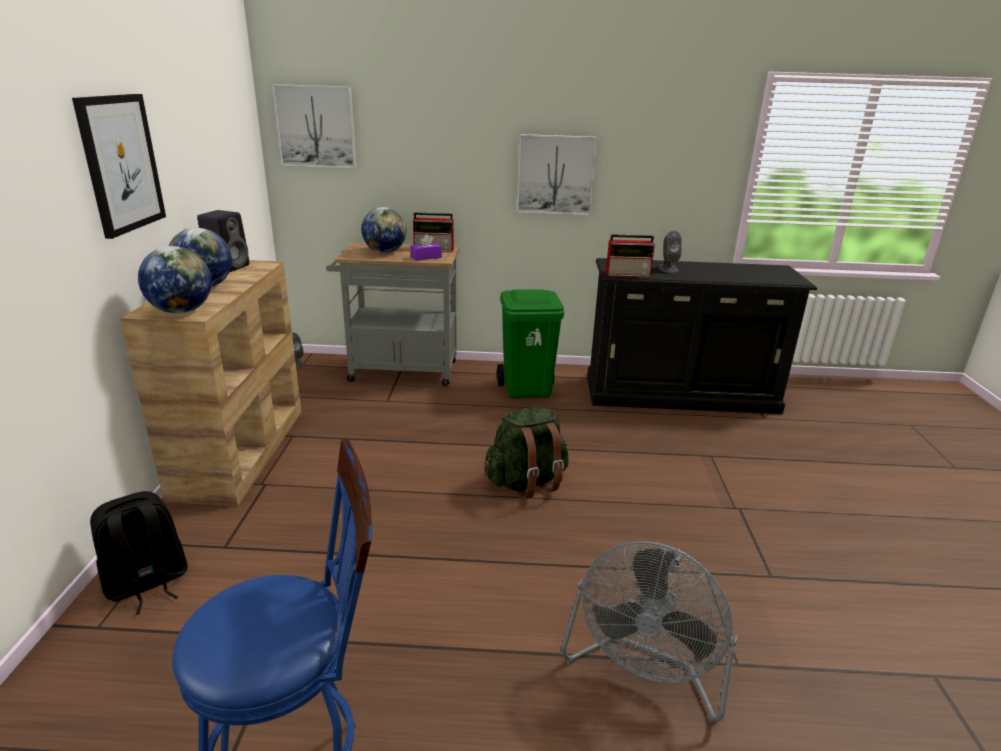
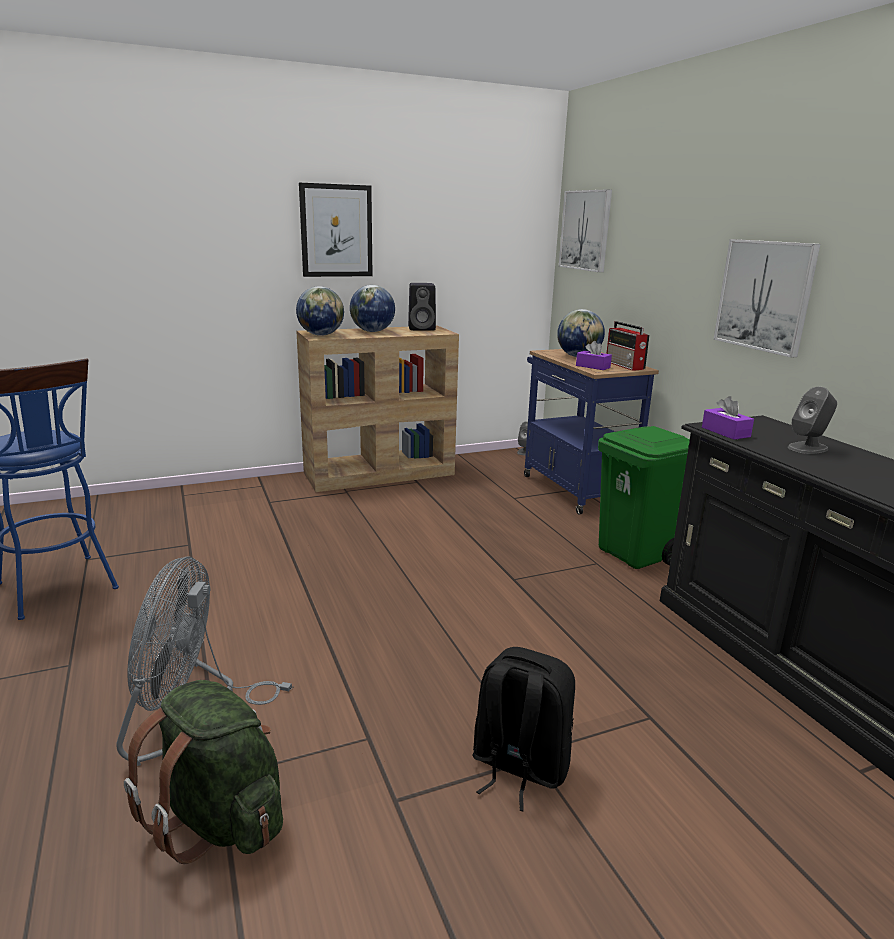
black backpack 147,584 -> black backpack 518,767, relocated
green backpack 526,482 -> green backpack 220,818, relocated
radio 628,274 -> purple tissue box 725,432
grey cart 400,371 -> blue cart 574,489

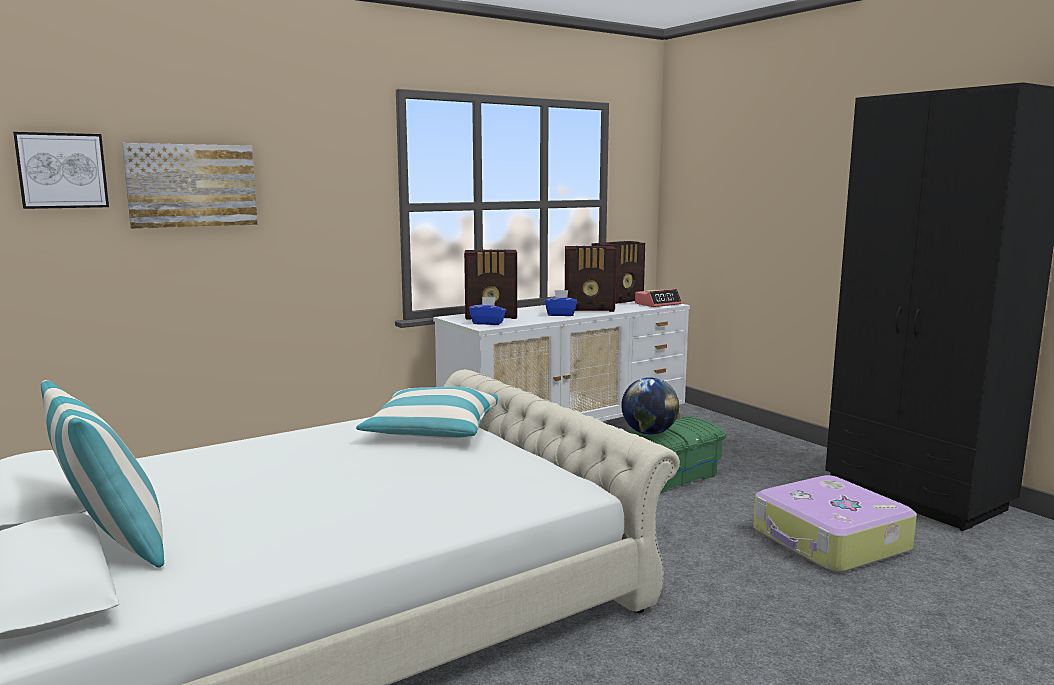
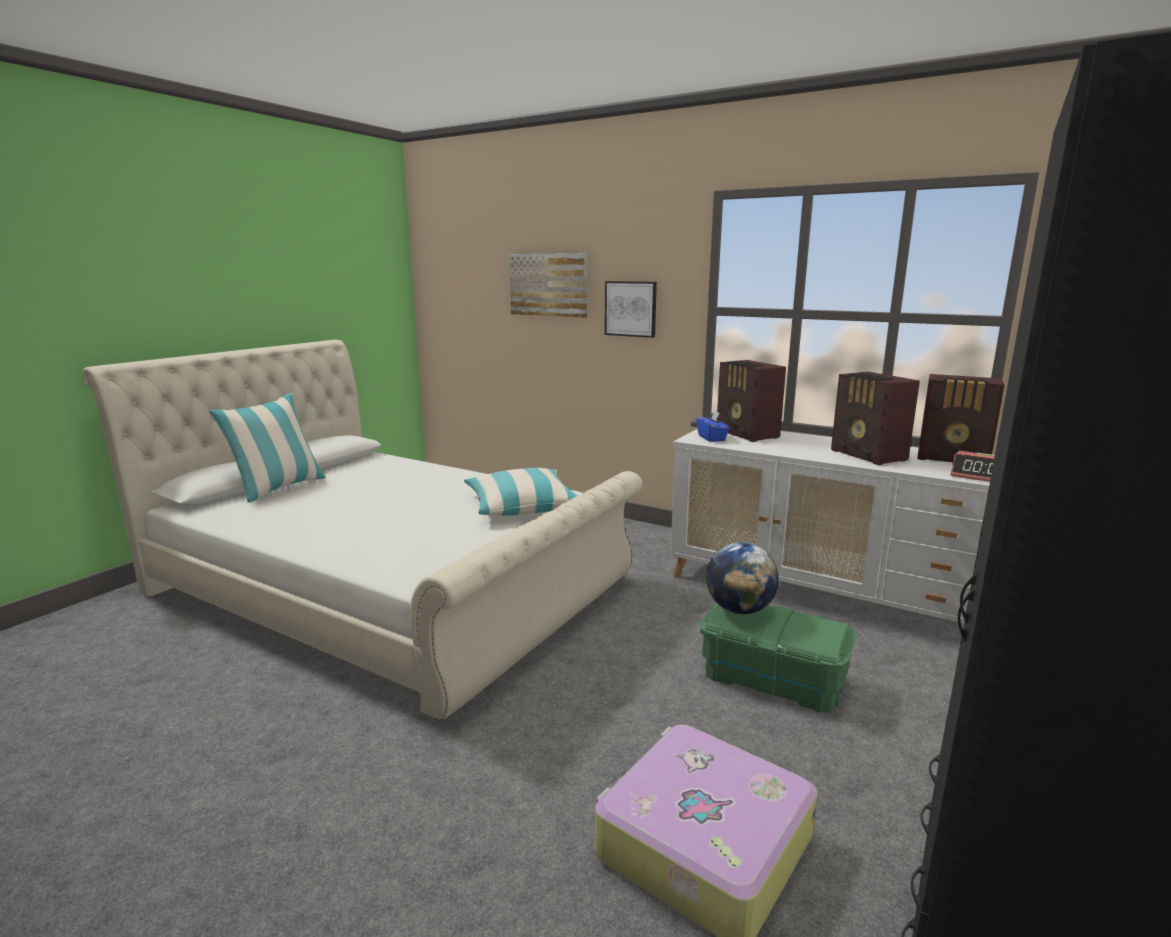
blue tissue box 561,314 -> none
picture 62,170 -> picture 631,309, relocated

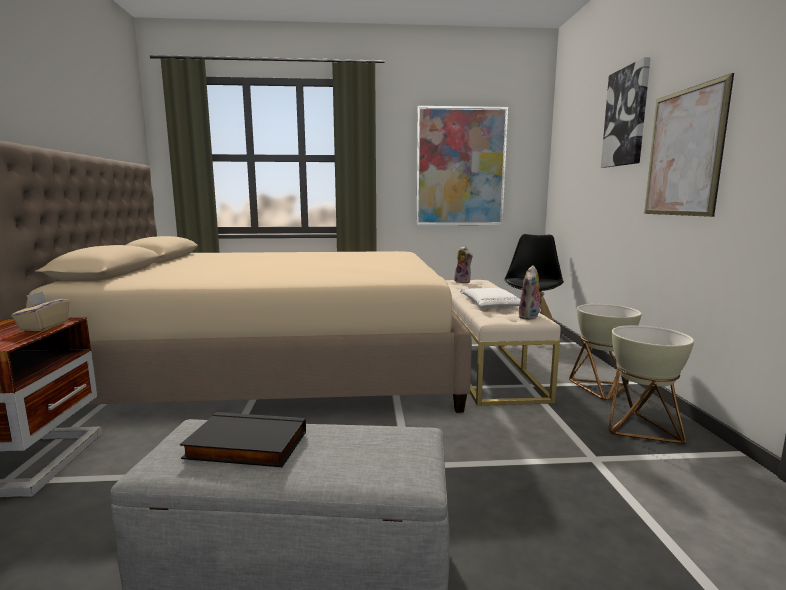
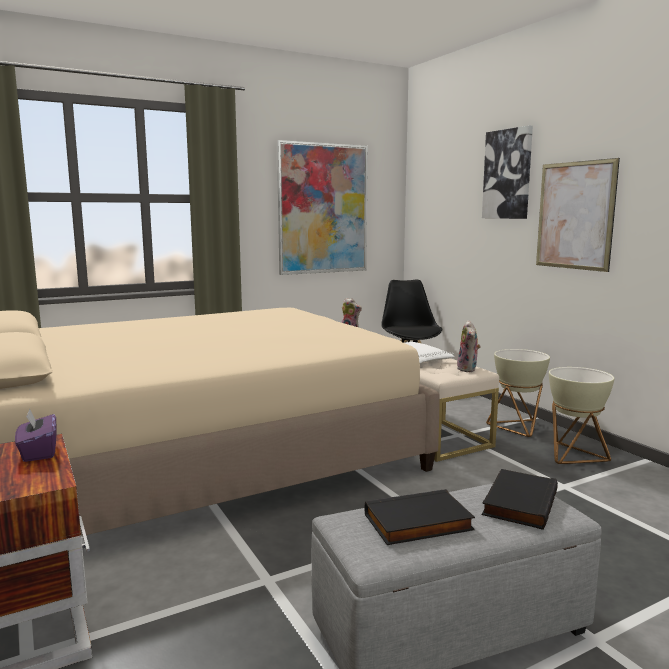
none -> black book 518,502
beige tissue box 44,326 -> purple tissue box 38,452

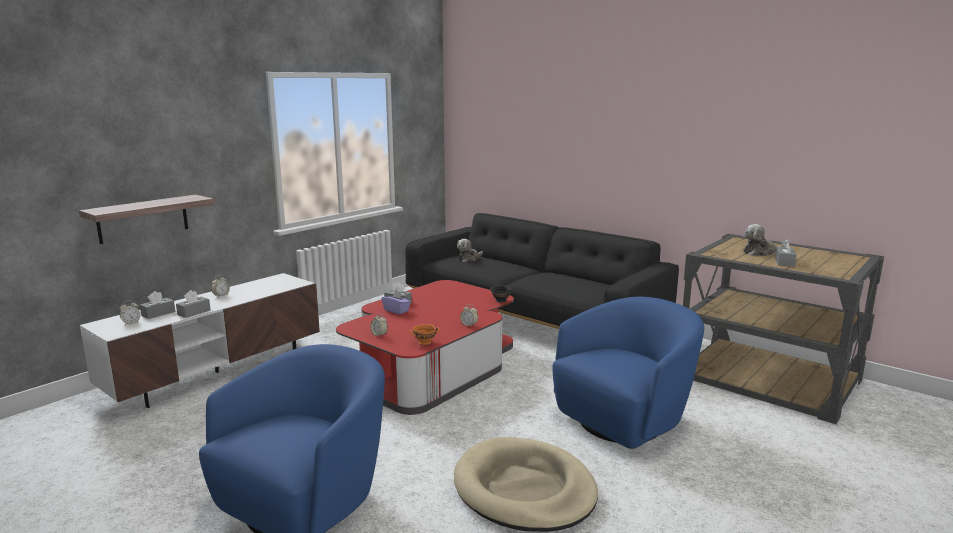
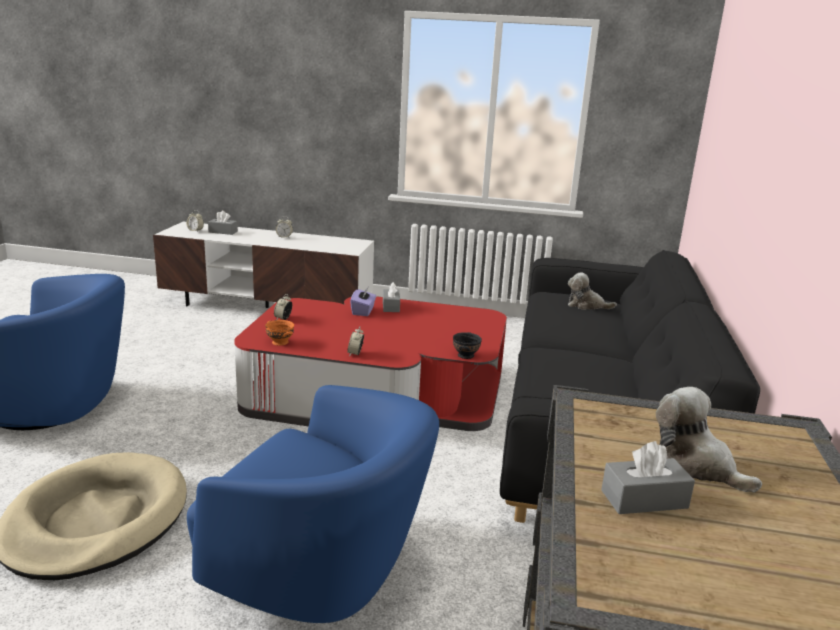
shelf 143,219 -> none
grey tissue box 194,312 -> none

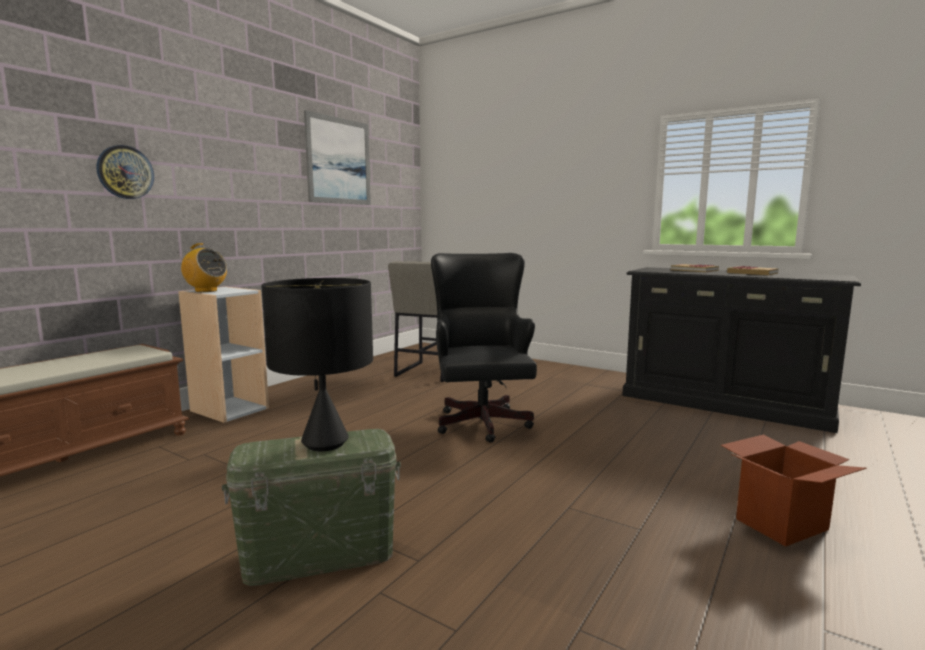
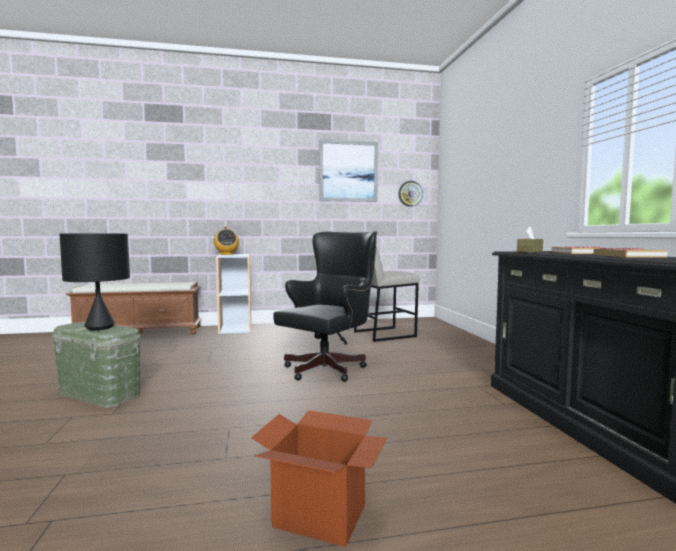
none -> brown tissue box 529,252
wall clock 125,172 -> wall clock 410,193, relocated

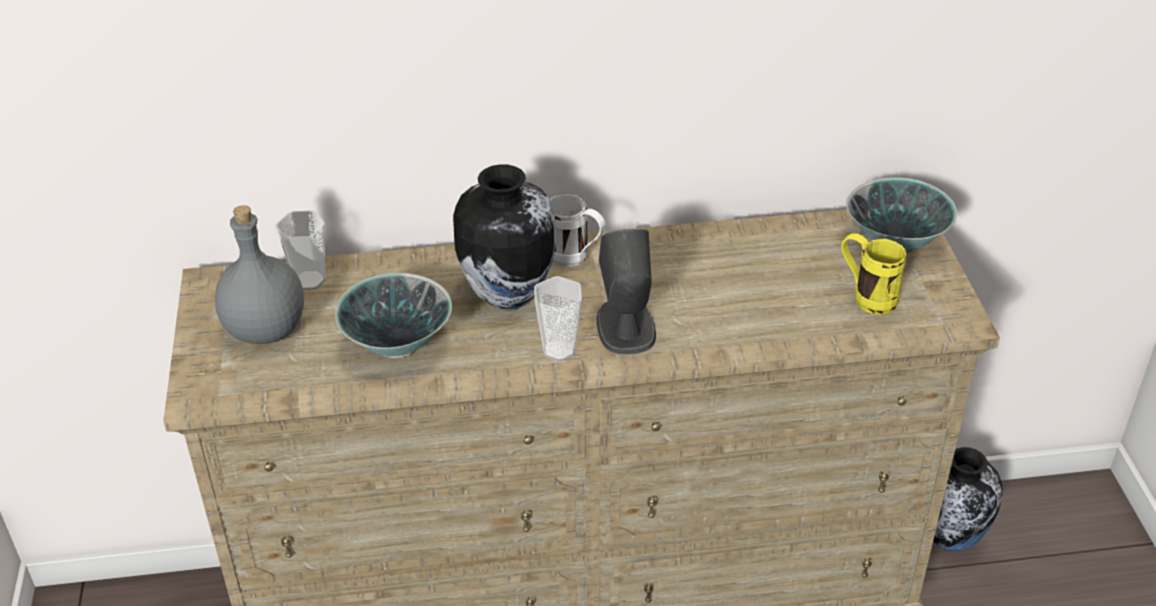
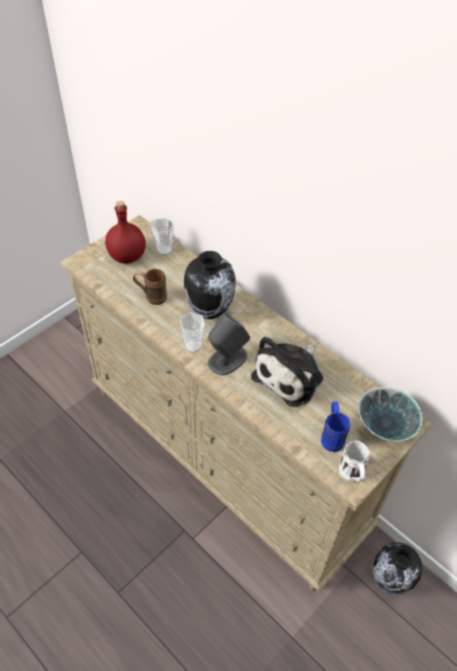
none -> plush toy 290,376
white mug 576,259 -> white mug 351,476, relocated
bowl 397,346 -> brown mug 151,297
grey bottle 267,330 -> red bottle 127,257
yellow mug 866,297 -> blue mug 332,436

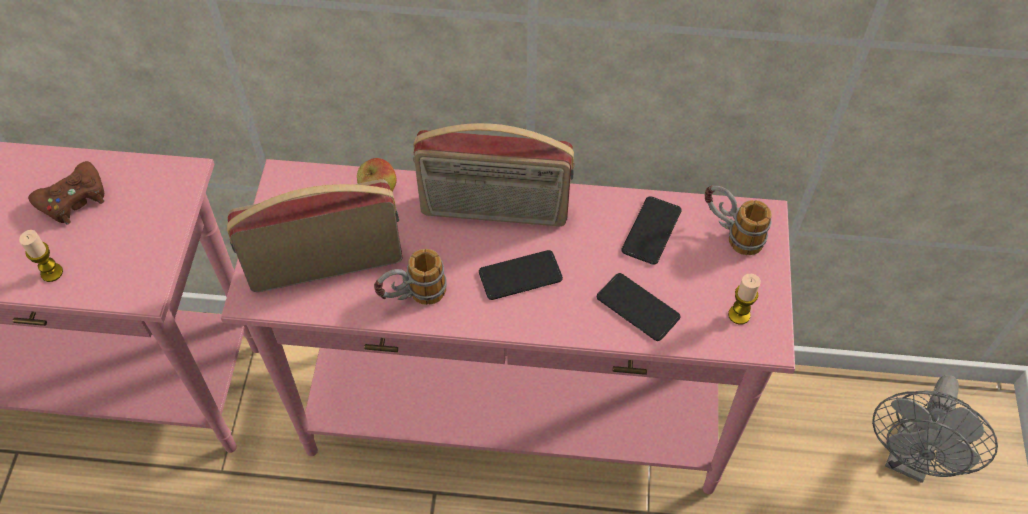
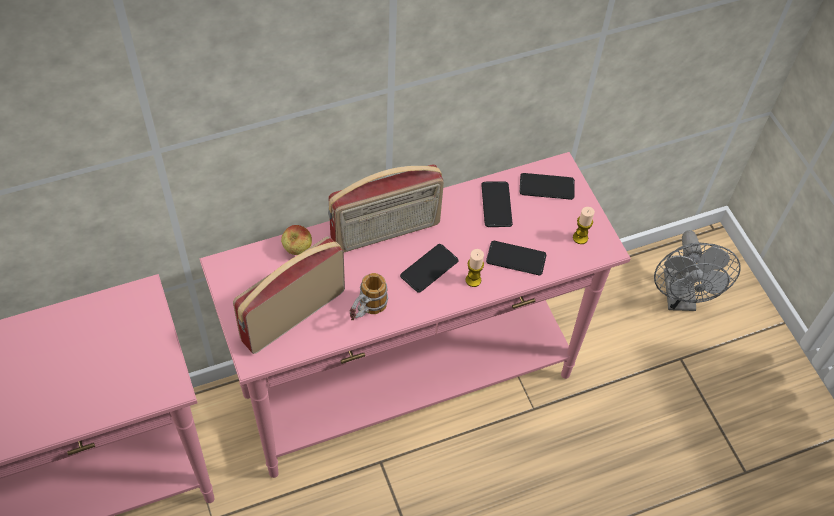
brown game controller 73,199 -> none
candle 52,272 -> candle 473,280, relocated
mug 730,233 -> phone 546,187

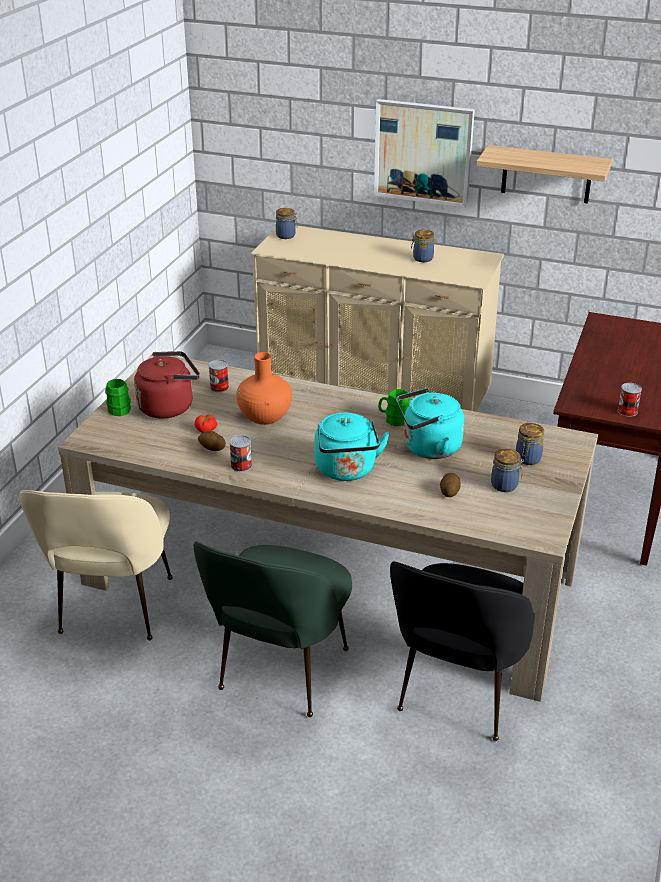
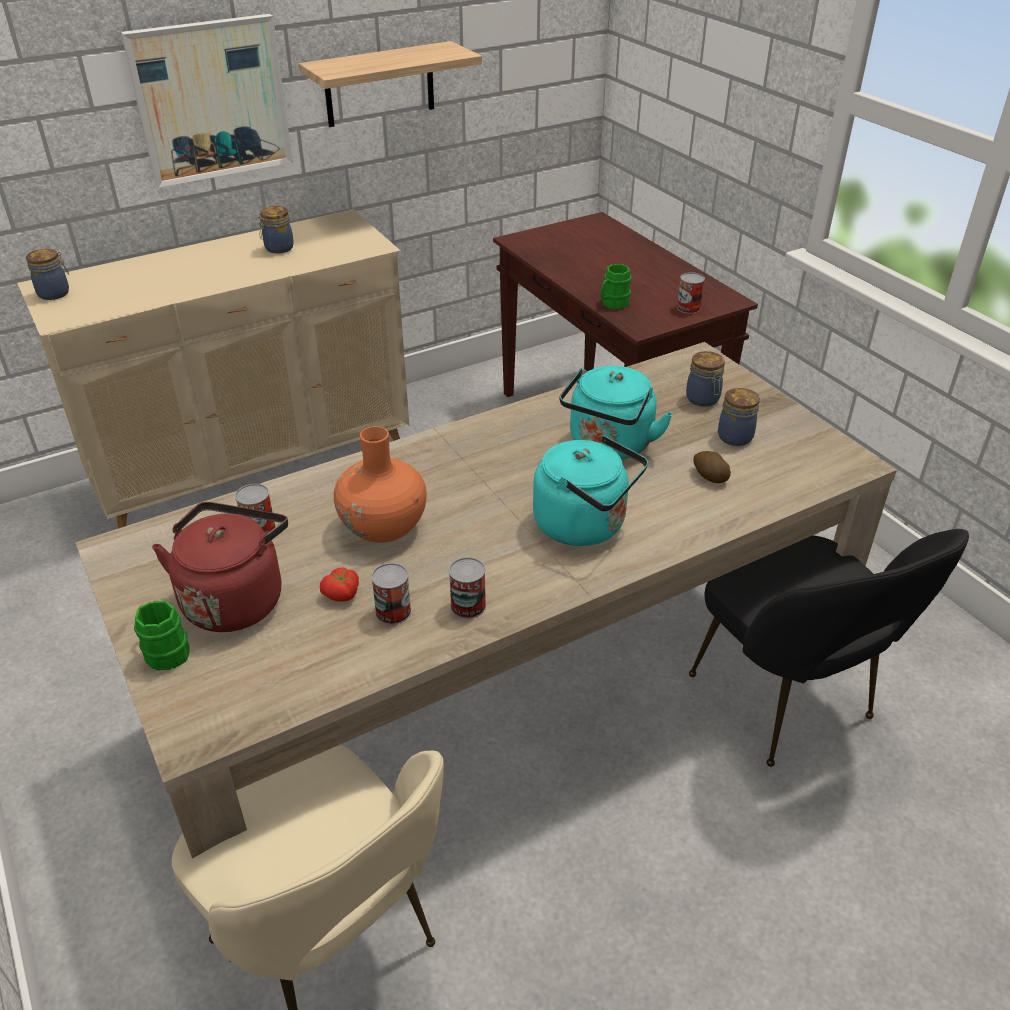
green chair 279,677 -> none
green mug 394,420 -> green mug 612,304, relocated
potato 212,448 -> can 393,611

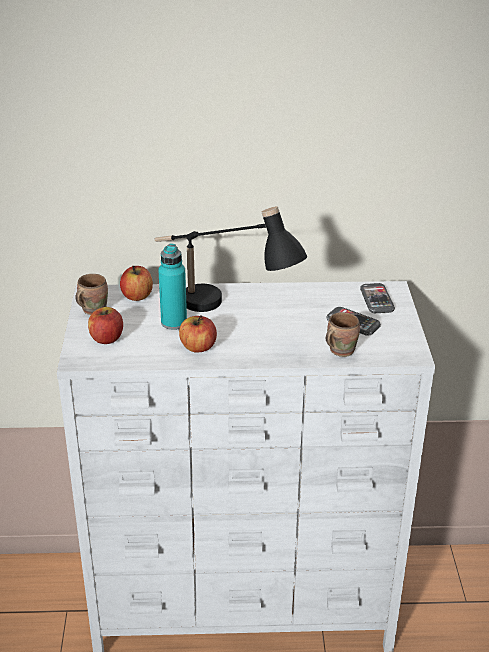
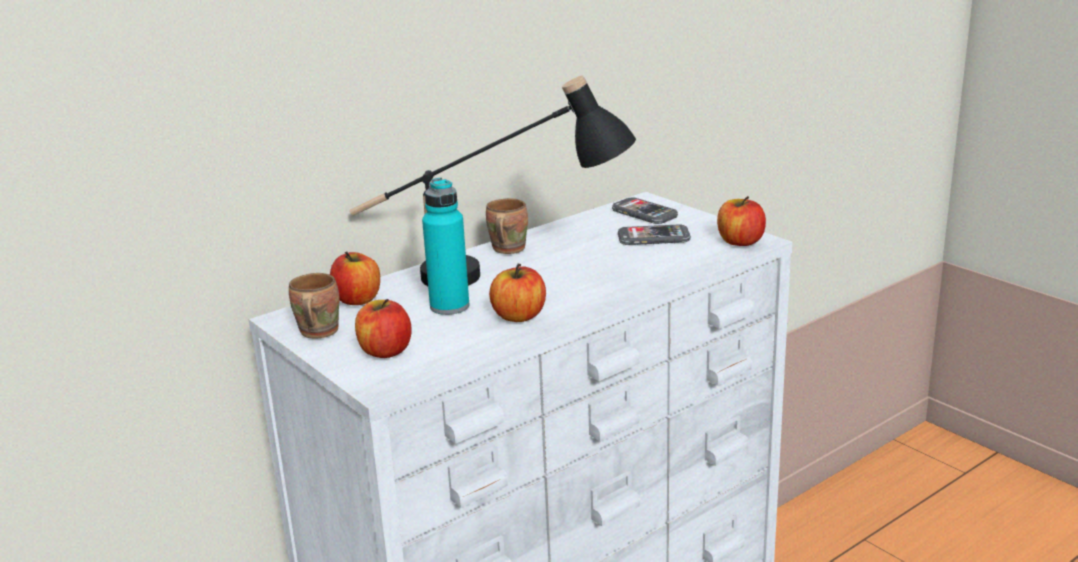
none -> apple 740,242
brown mug 339,350 -> brown mug 506,249, relocated

